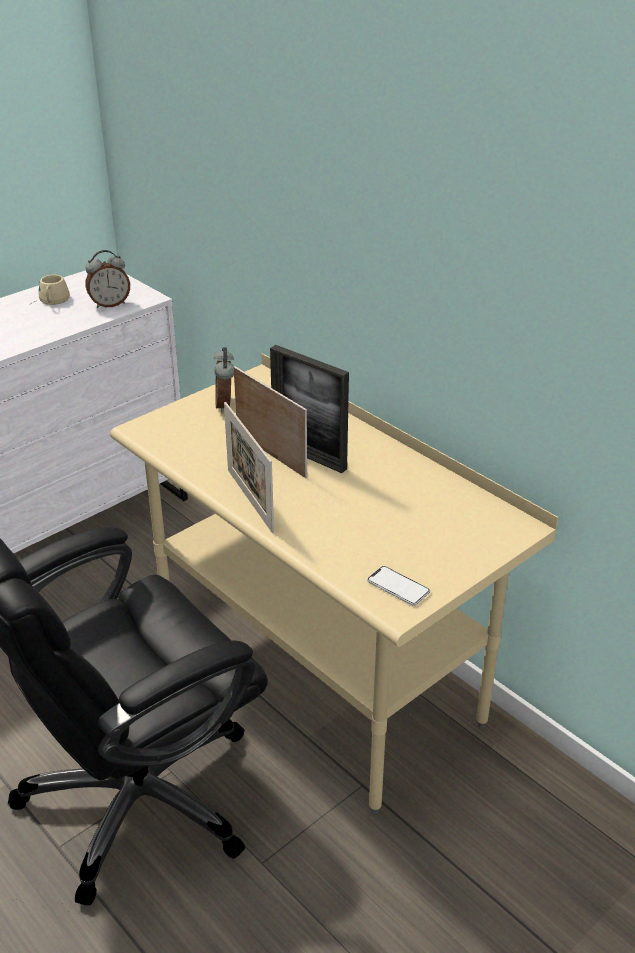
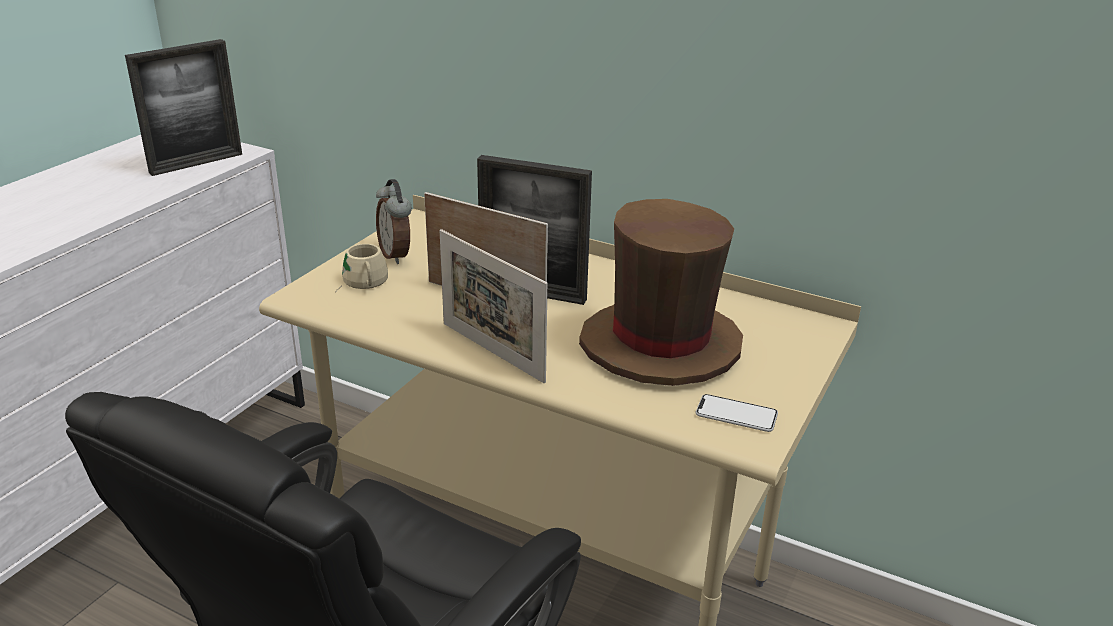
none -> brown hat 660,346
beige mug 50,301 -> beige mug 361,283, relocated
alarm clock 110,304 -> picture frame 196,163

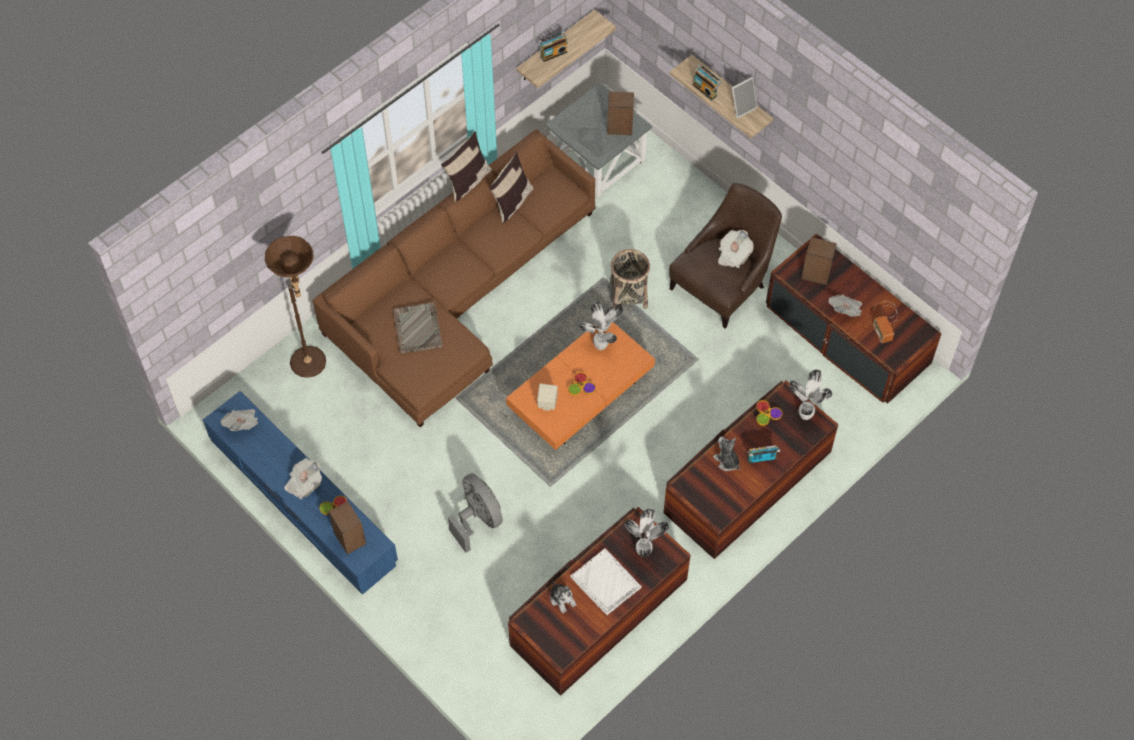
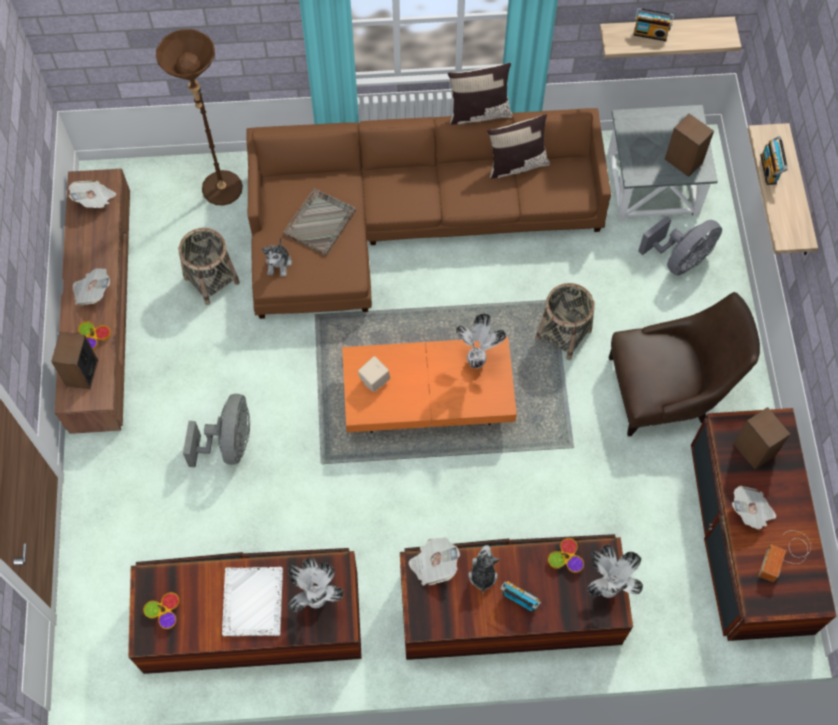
picture frame 742,107 -> none
none -> basket 211,280
none -> grey fan 680,259
plush toy 562,599 -> plush toy 279,263, relocated
bowl 581,387 -> bowl 164,612, relocated
newspaper 733,254 -> newspaper 433,565, relocated
blue tv stand 302,502 -> brown tv stand 100,310

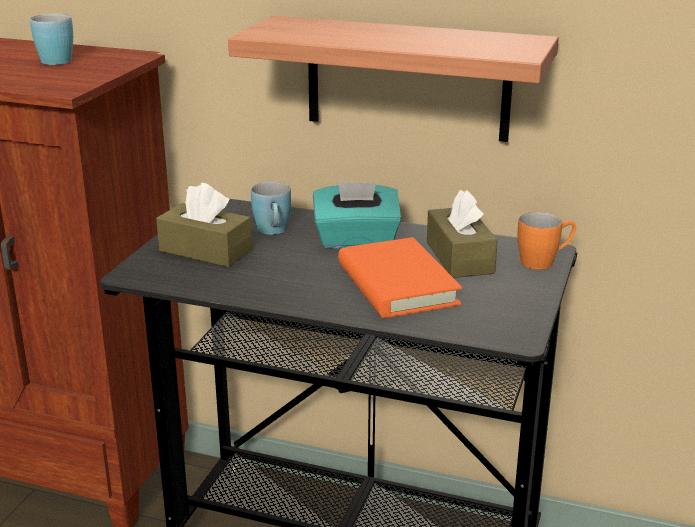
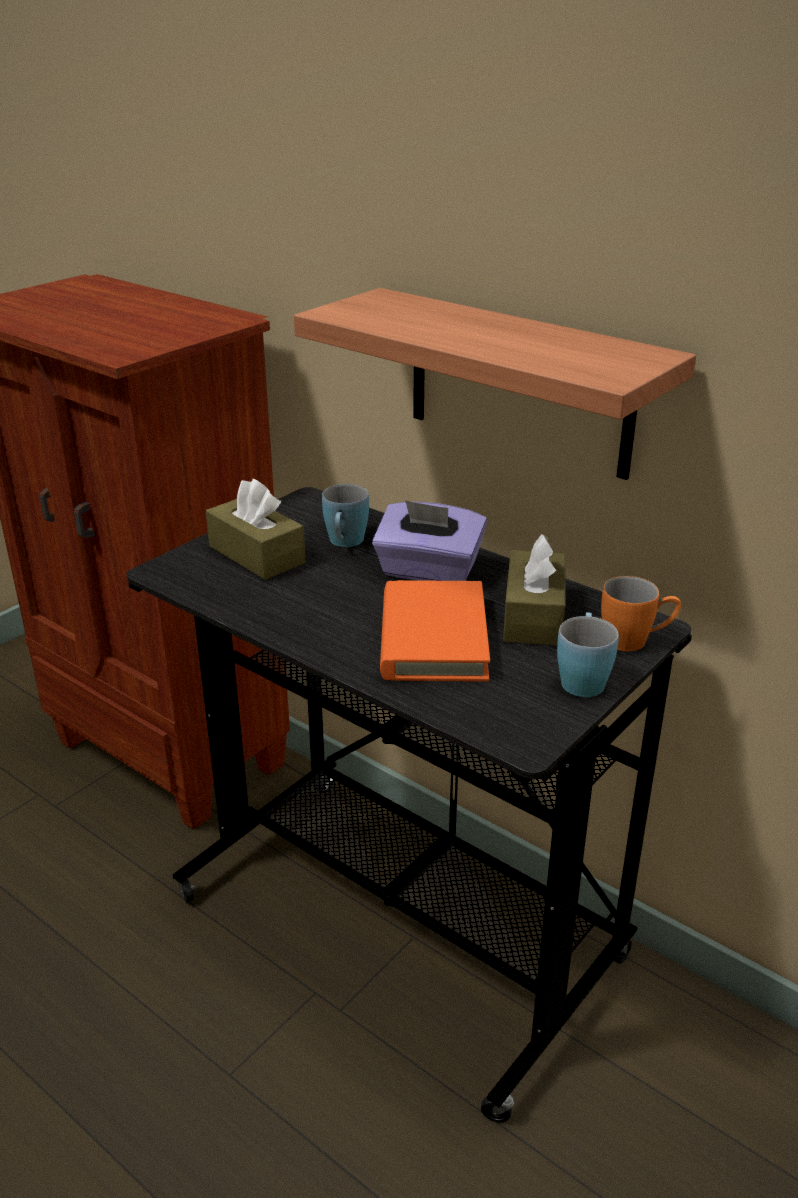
blue mug 56,59 -> blue mug 582,677, relocated
turquoise tissue box 356,241 -> purple tissue box 428,571

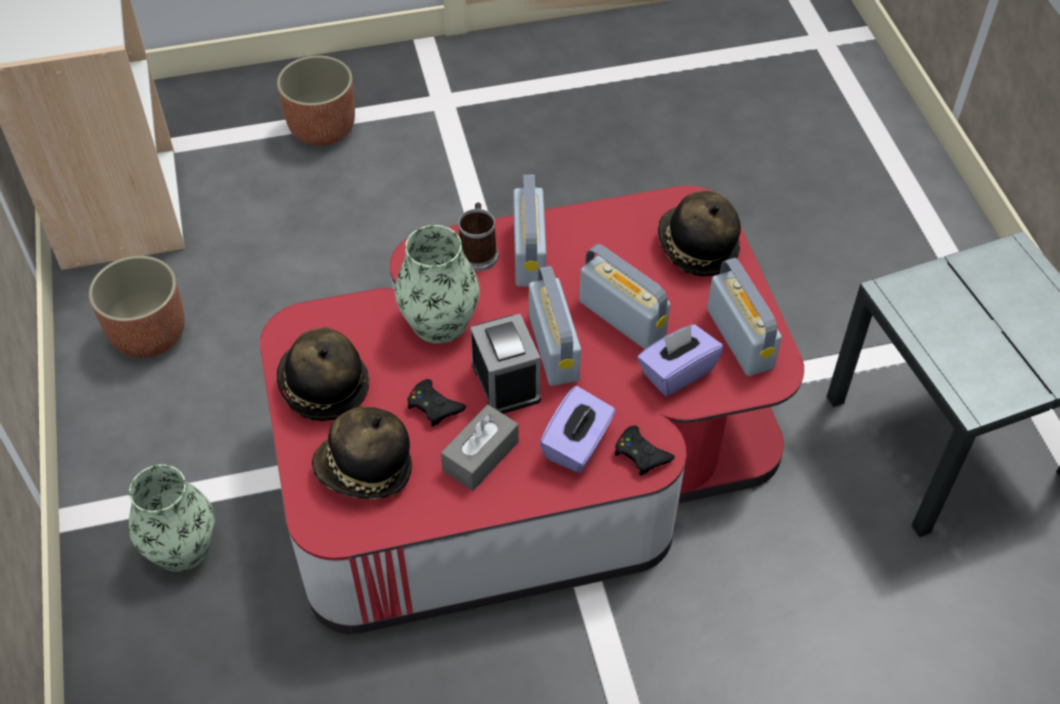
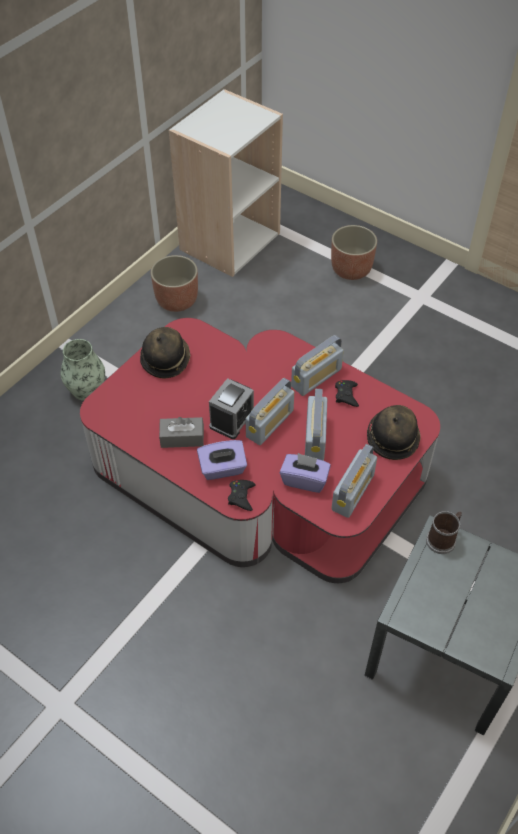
hat 364,471 -> none
vase 440,321 -> none
black game controller 434,406 -> black game controller 346,395, relocated
mug 478,252 -> mug 443,539, relocated

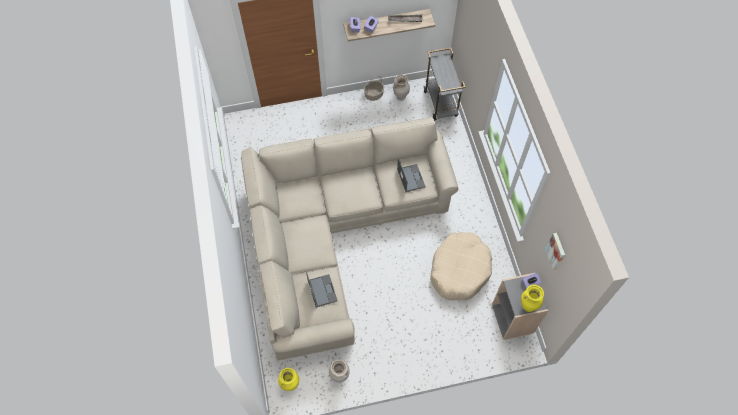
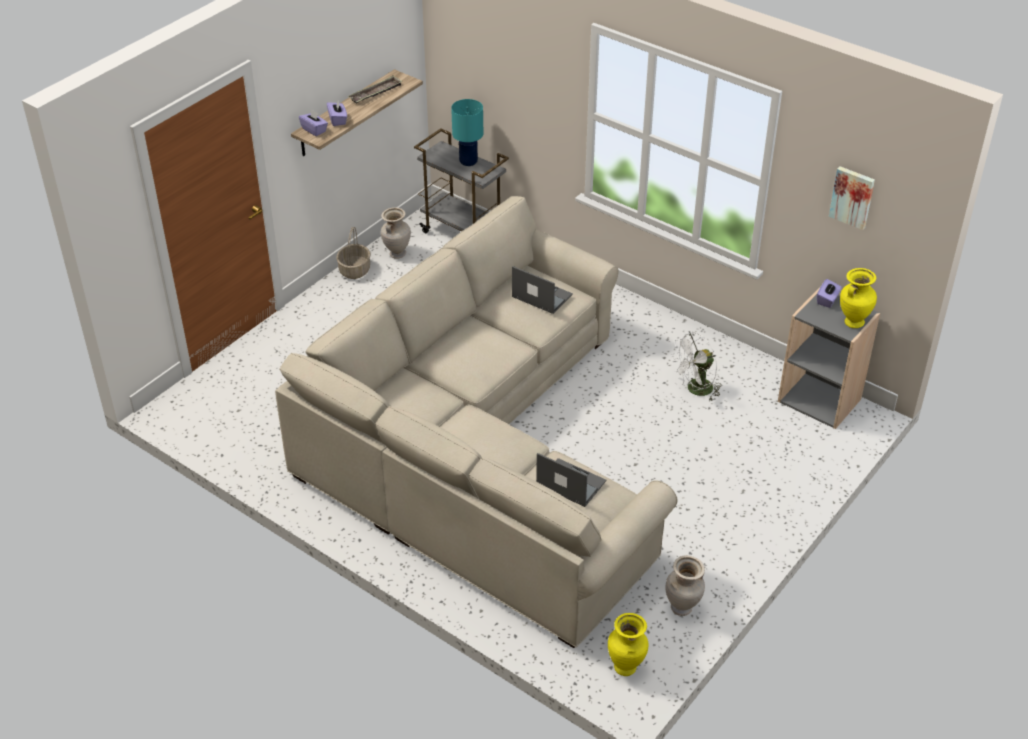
none -> turquoise table lamp 468,163
beige dog bed 459,270 -> white fan 695,390

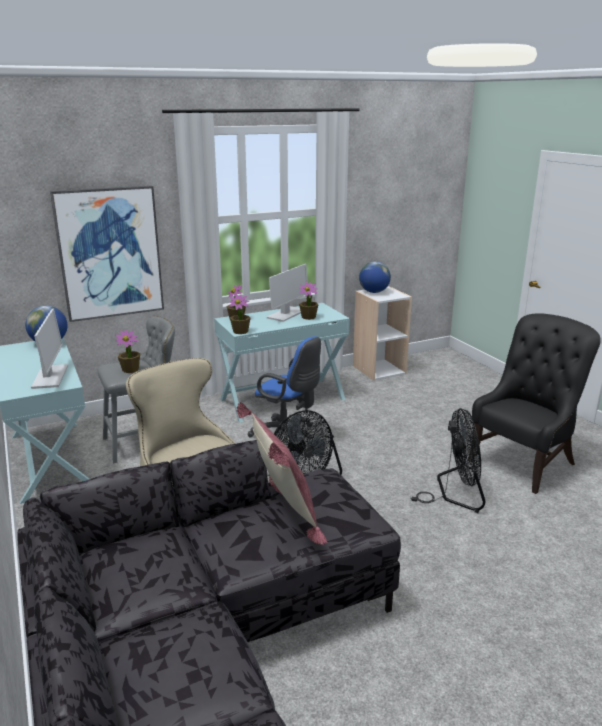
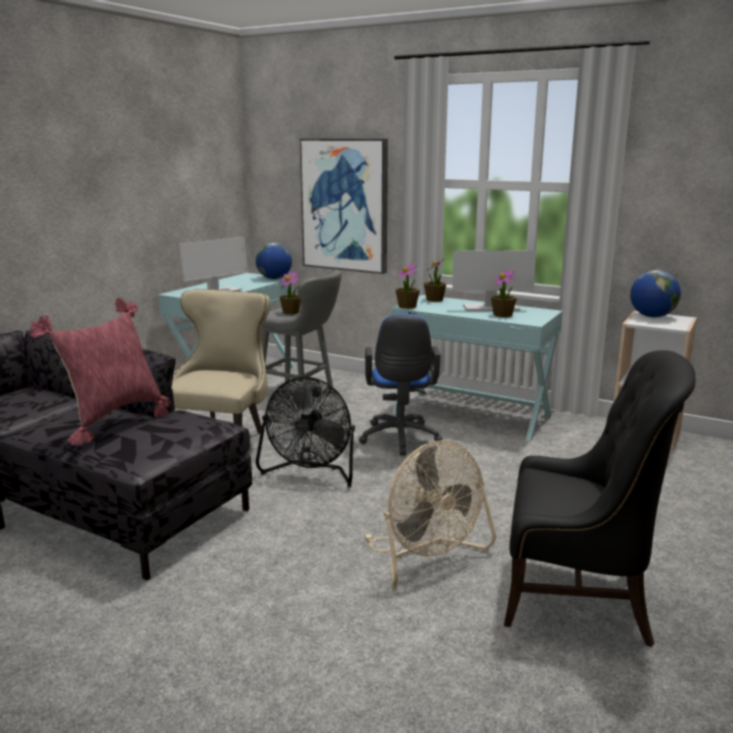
black fan 453,490 -> beige fan 423,558

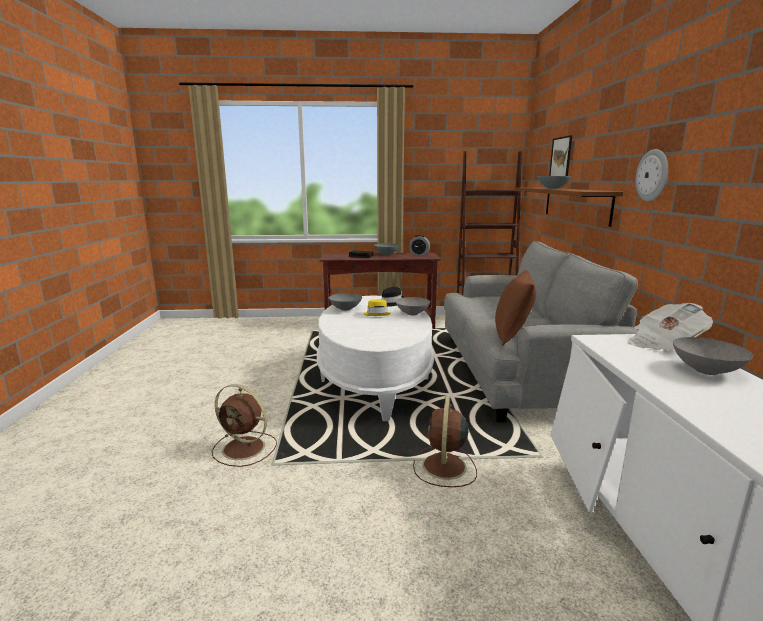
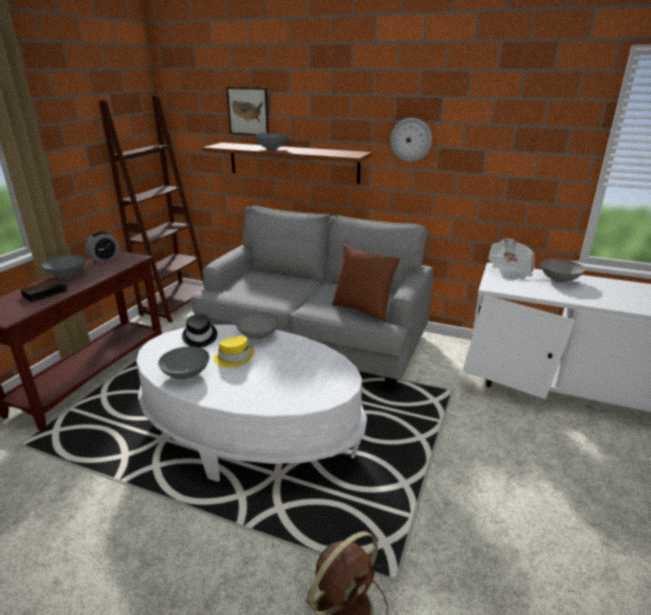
brown fan 444,467 -> none

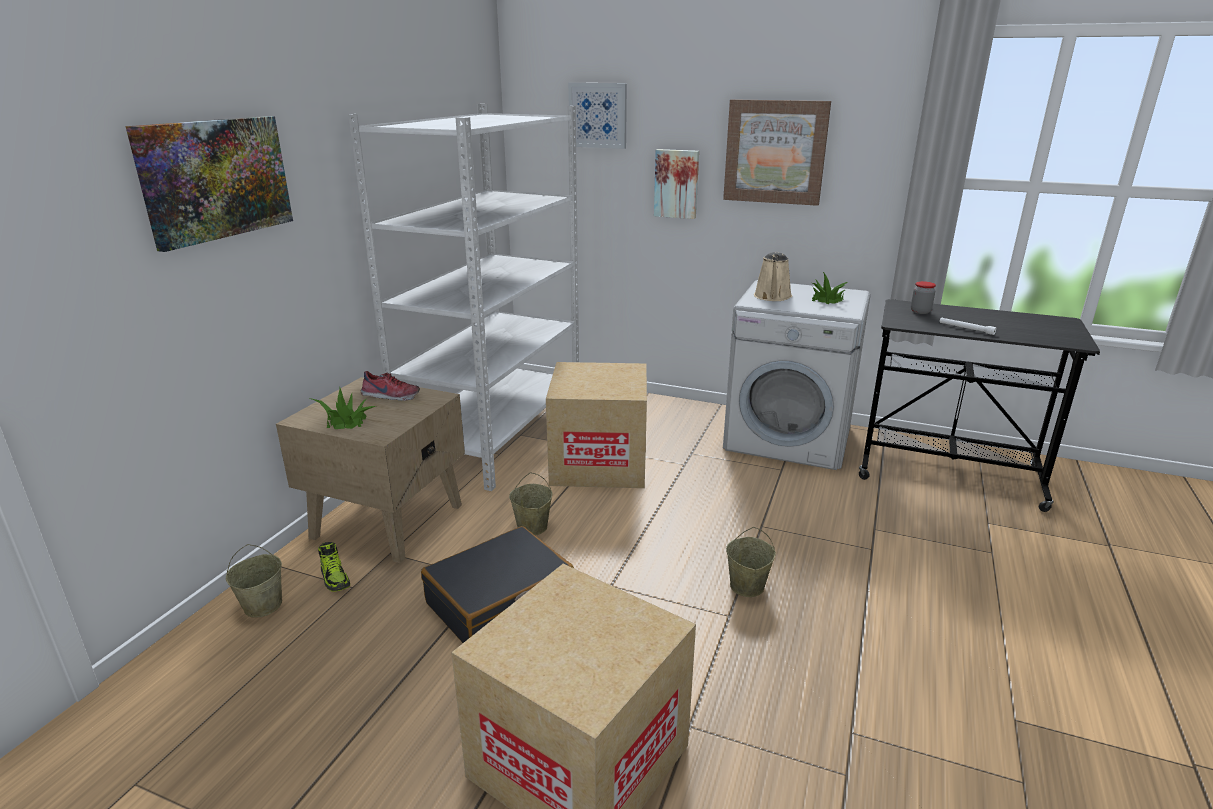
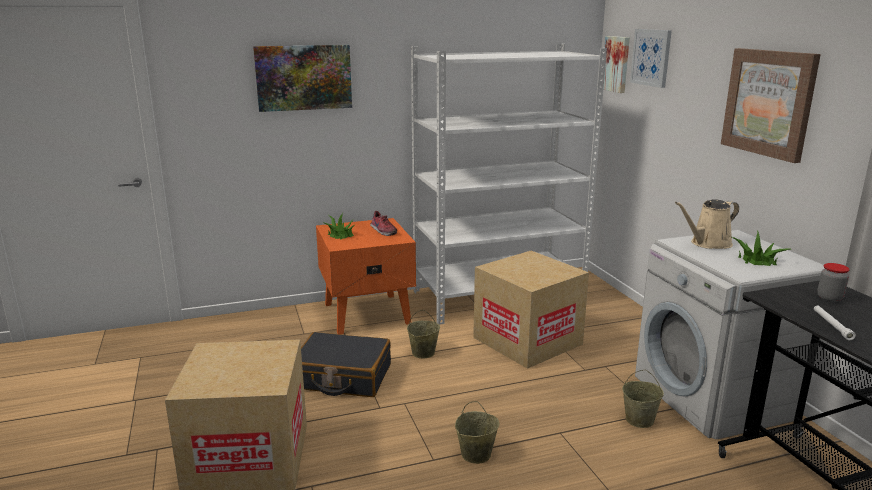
shoe 335,578 -> none
beige bucket 263,605 -> beige bucket 640,419, relocated
picture 676,183 -> picture 617,64, relocated
beige nightstand 389,520 -> orange nightstand 368,313

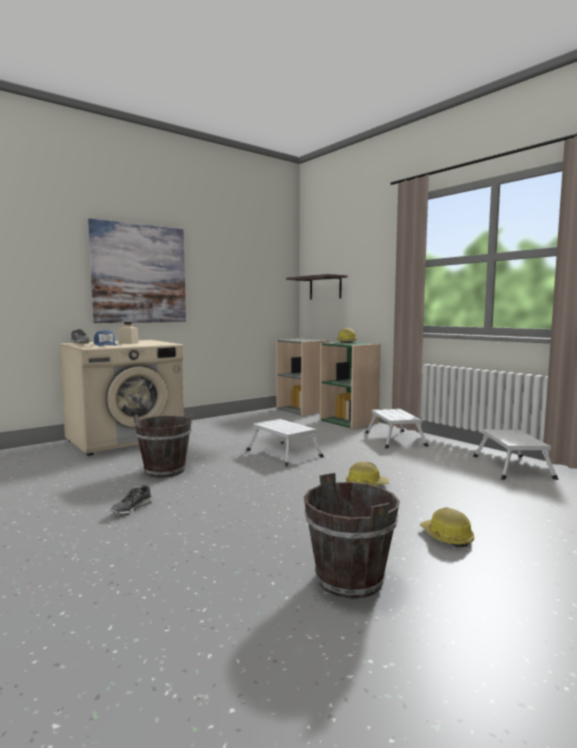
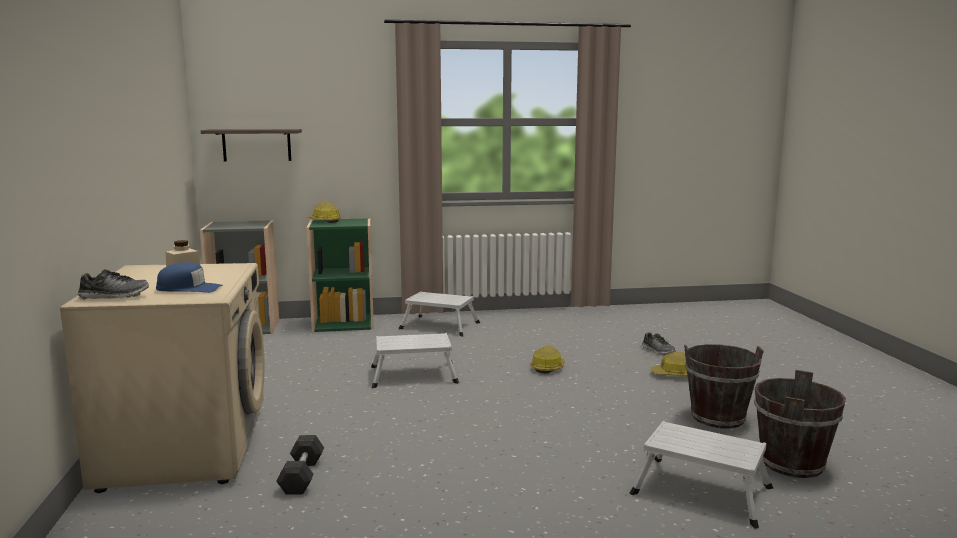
picture 139,274 -> none
none -> grey dumbbell 302,476
shoe 132,509 -> shoe 658,351, relocated
brown bucket 164,471 -> brown bucket 792,464, relocated
white step ladder 512,467 -> white step ladder 702,491, relocated

